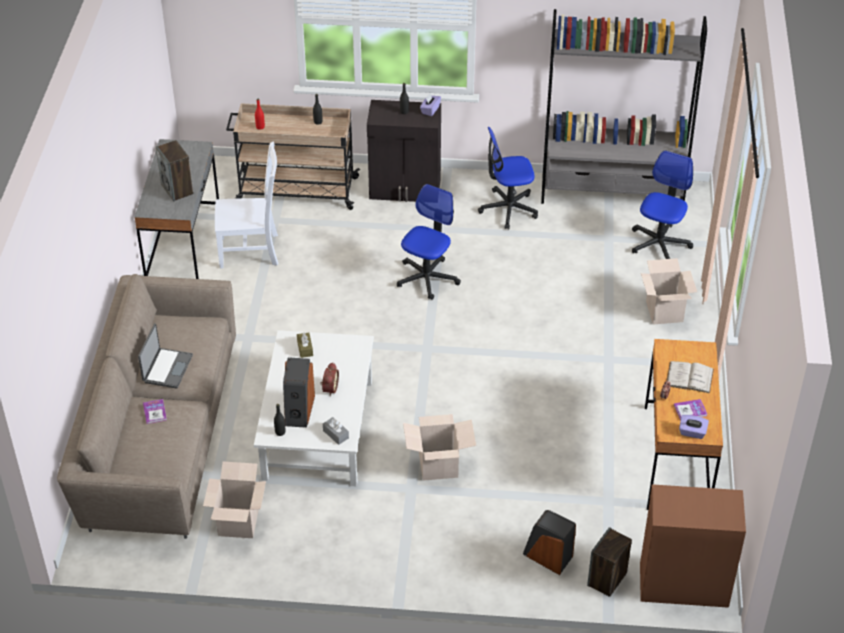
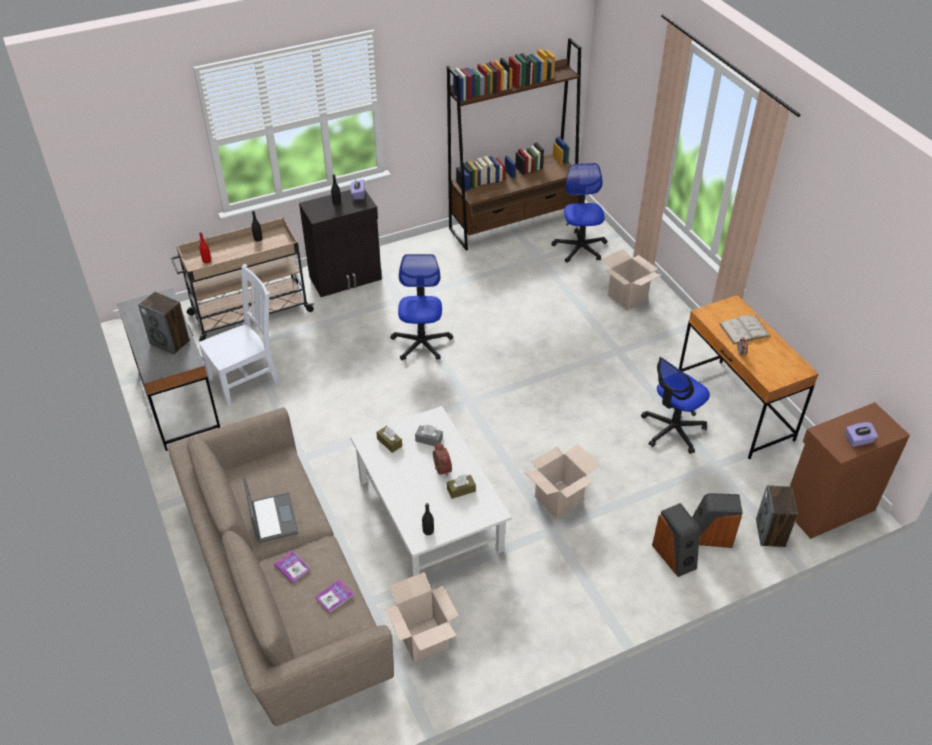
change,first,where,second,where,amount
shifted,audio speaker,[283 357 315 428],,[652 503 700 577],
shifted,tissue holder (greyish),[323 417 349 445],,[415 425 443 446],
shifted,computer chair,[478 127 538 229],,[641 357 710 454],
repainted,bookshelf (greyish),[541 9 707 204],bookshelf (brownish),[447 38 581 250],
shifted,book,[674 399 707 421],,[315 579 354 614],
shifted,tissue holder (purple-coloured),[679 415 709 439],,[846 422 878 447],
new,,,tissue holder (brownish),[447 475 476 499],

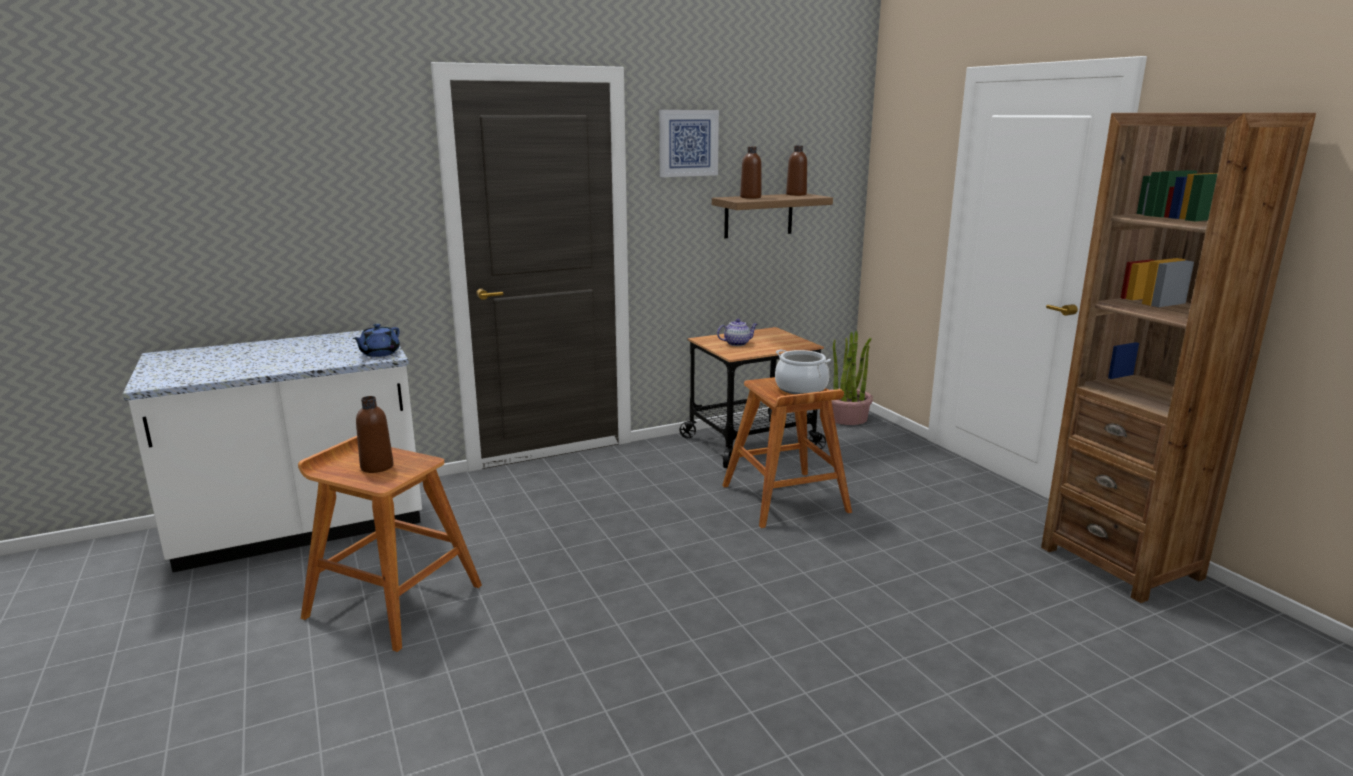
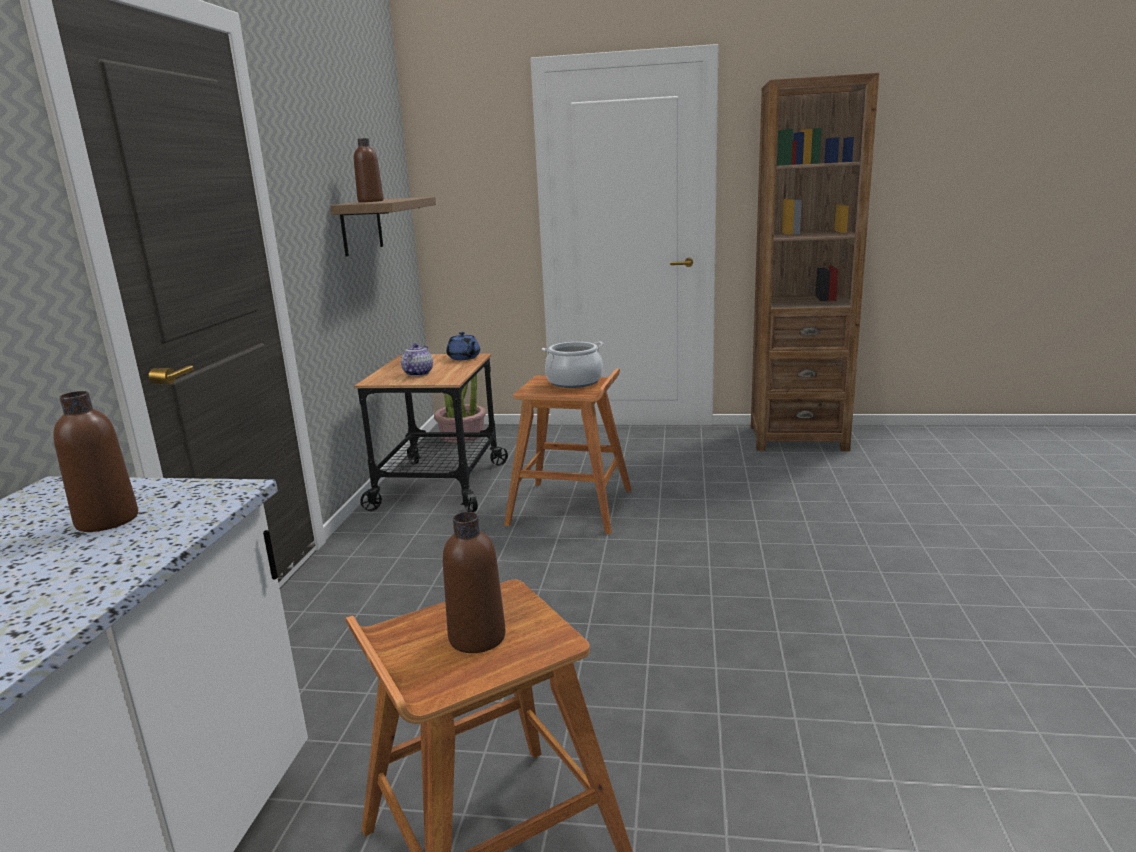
change,first,where,second,where,amount
shifted,teapot (blue-coloured),[353 324 400 357],,[446 332 480 360],
gone,wall picture,[659 110 719 177],,,
shifted,drink bottle (brownish),[786 145 807 196],,[53 391 138 532],

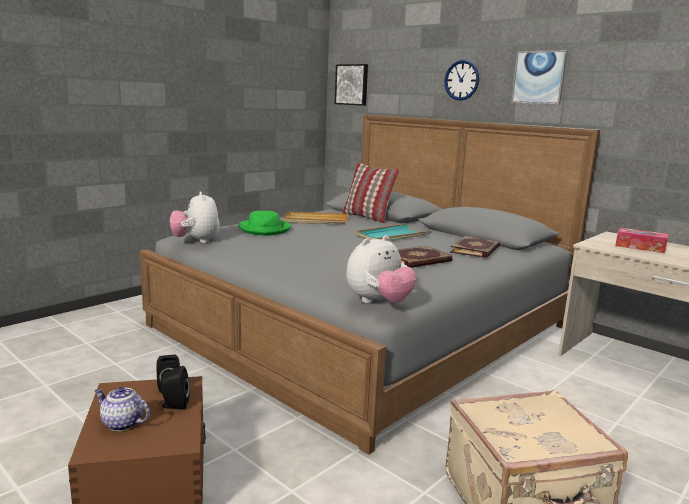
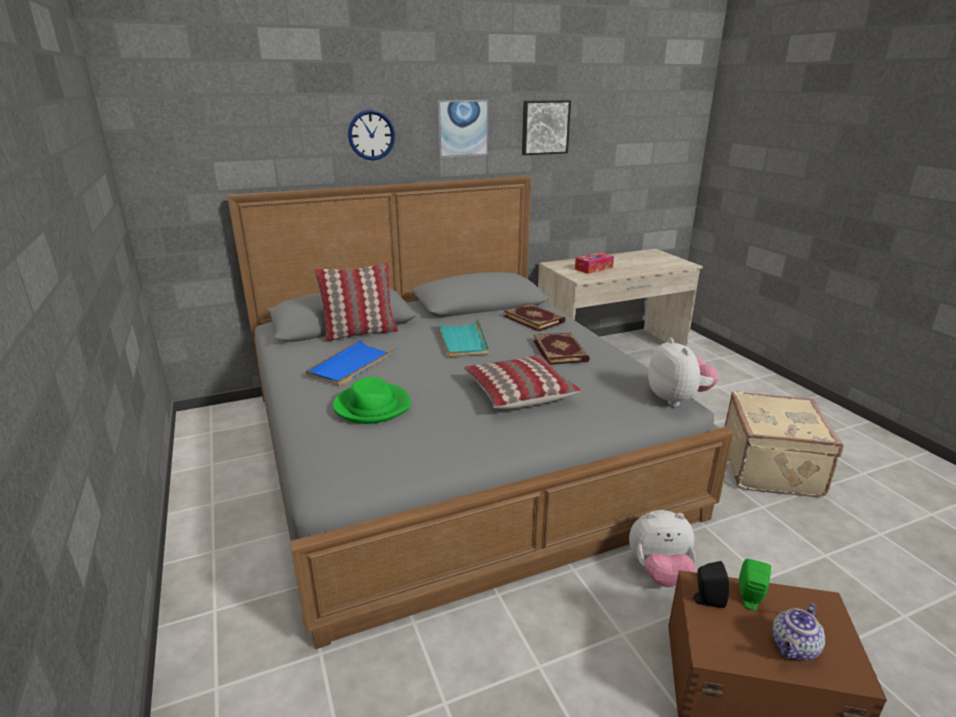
change,first,where,second,where,amount
repainted,audio speaker (black-coloured),[159 366 190 410],audio speaker (green),[739 559 771 611],
shifted,cuddly toy,[170 192 220 243],,[629 510 696 587],
repainted,tray (beige),[282 212 348 225],tray (blue-coloured),[306 338 397 386],
shifted,wall picture,[335 64 368 106],,[522 100 571 155],
new,,,pillow,[464 355 581 409],

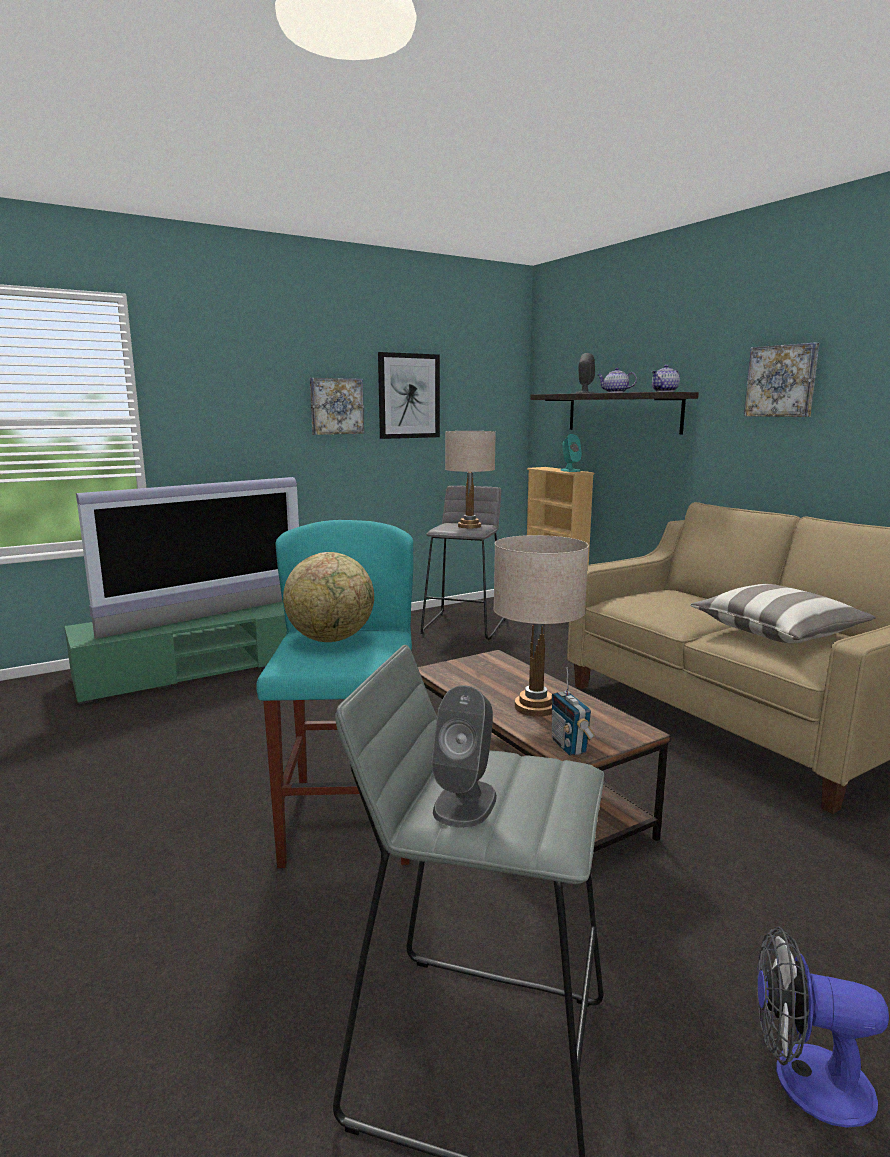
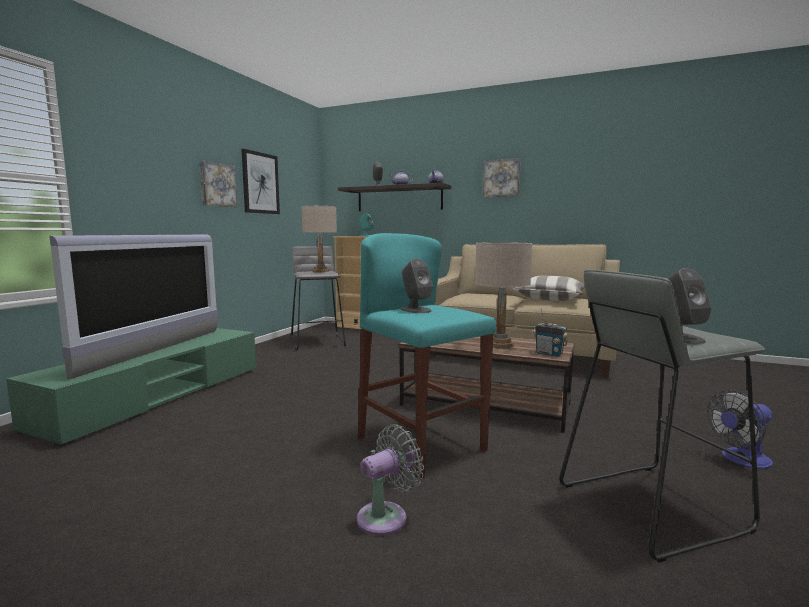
change,first,where,second,where,amount
swapped,desk globe,[283 552 374 642],audio speaker (greyish),[401 258 433 313],
new,,,cooling fan (greyish),[357 424 424 536],

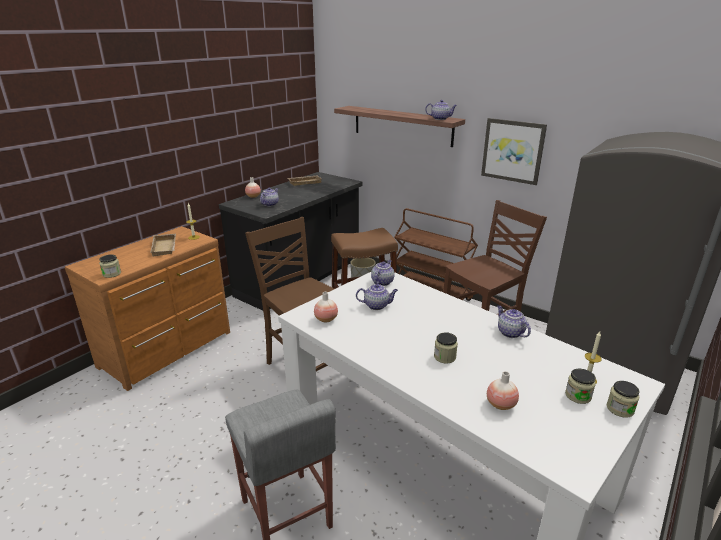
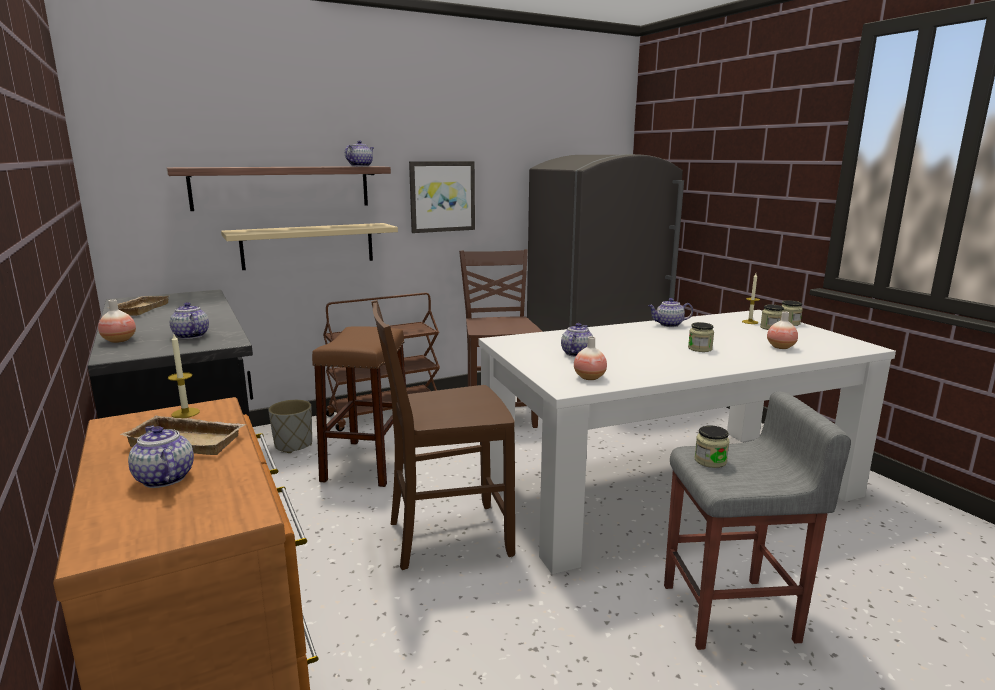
change,first,where,second,where,amount
shifted,jar,[99 255 121 278],,[695 425 730 468],
shifted,teapot,[371 260 395 286],,[128 425 194 488],
new,,,shelf (beige),[221 223 398 270],

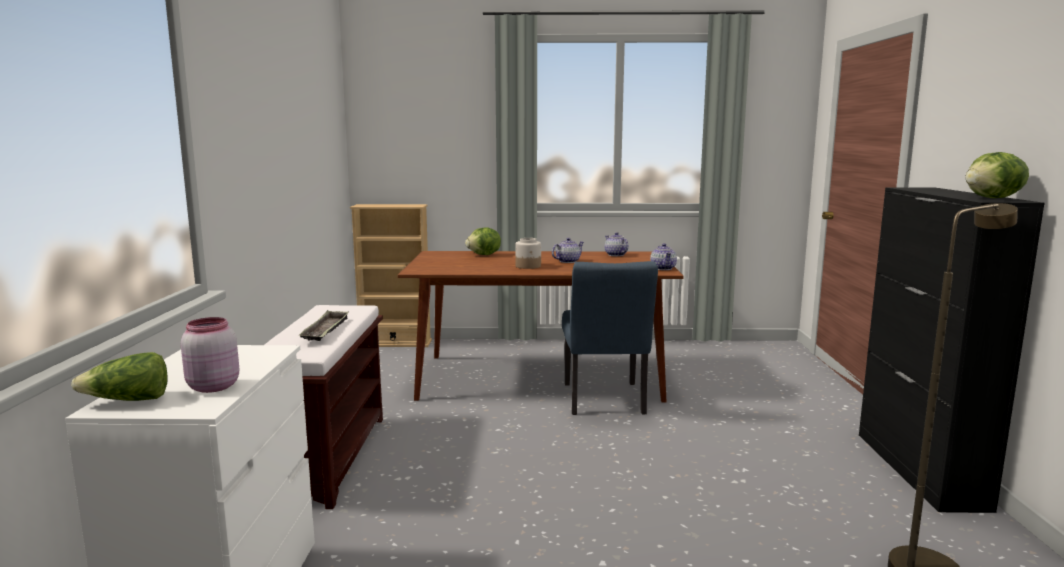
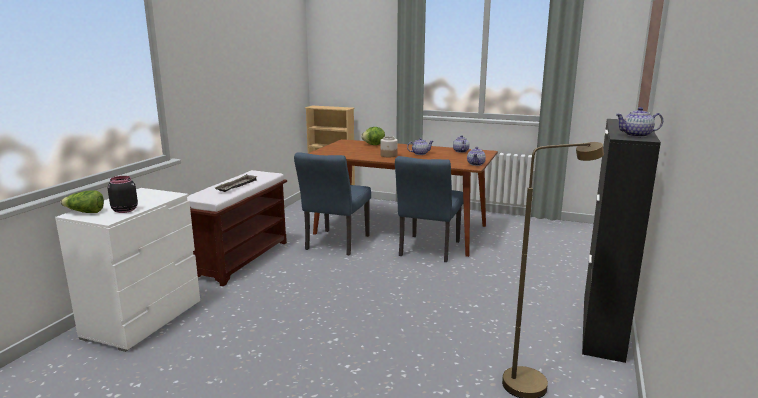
change,first,where,second,where,amount
repainted,jar (pink-coloured),[181 317 239 393],jar (black-coloured),[108 176 138 213],
swapped,lettuce,[966 152 1029 198],teapot,[615 107 663 137],
new,,,upright chair (blue-coloured),[294 152 371 255],

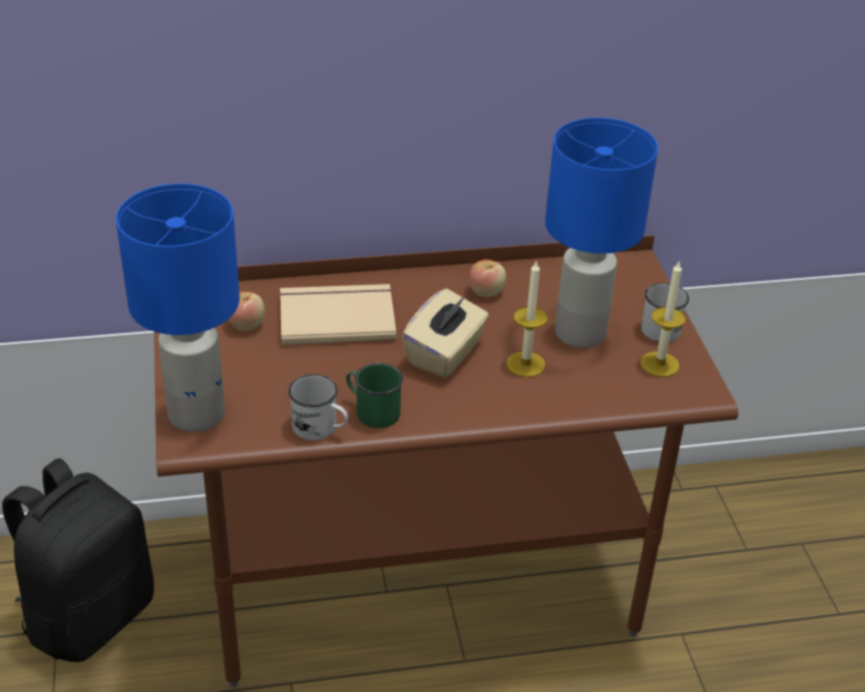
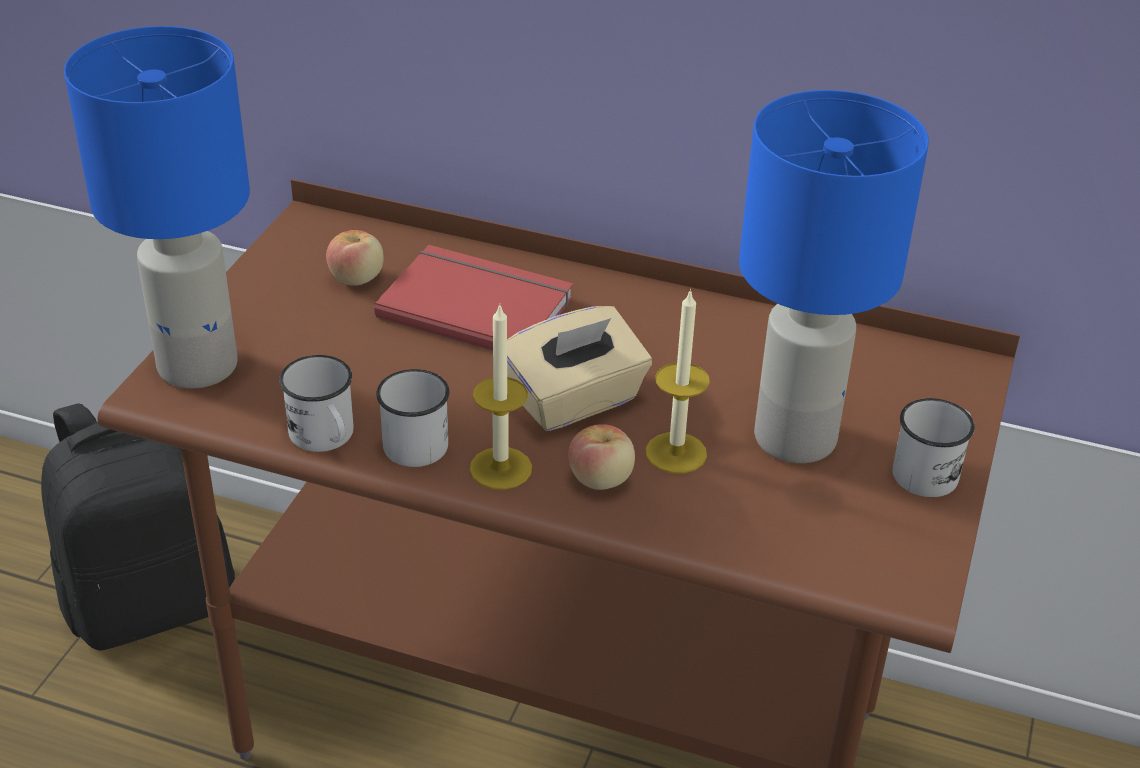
change,first,where,second,where,amount
repainted,book (beige),[280 284 396 345],book (red-coloured),[374 245 573 351],
repainted,coffee mug (green),[346 363 403 428],coffee mug (white-coloured),[376 369 450 467],
shifted,apple,[469 260 506 297],,[568 424 635 490],
shifted,wax light,[640 260 686 377],,[470 304 532 490],

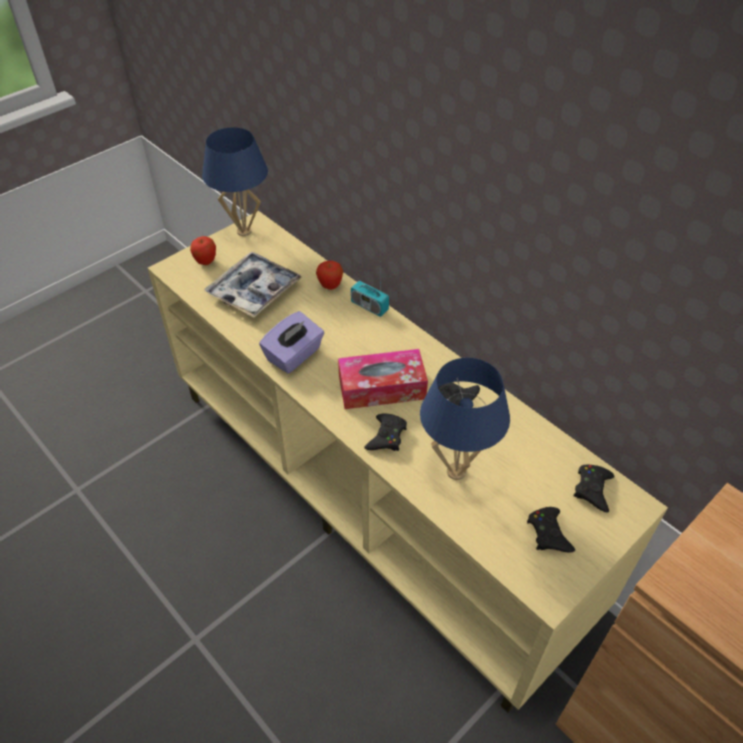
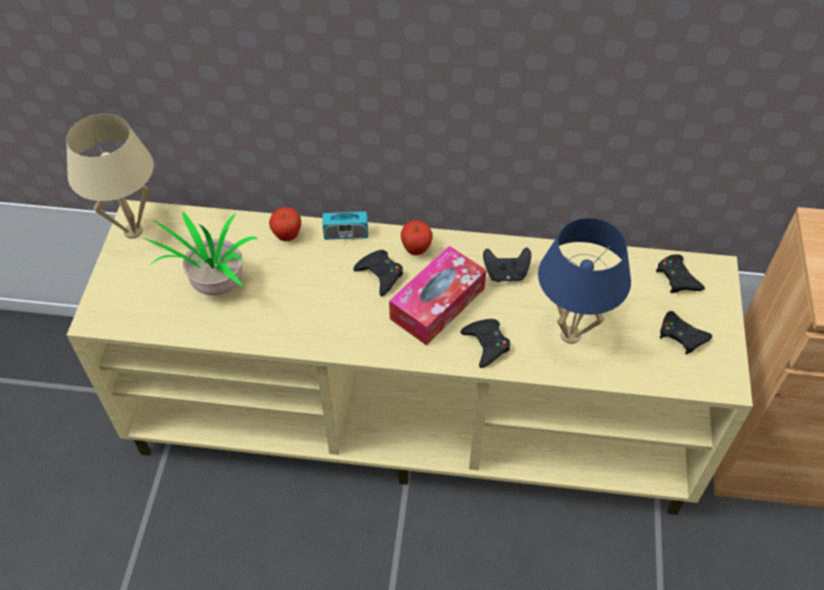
change,first,where,second,where,amount
shifted,apple,[190 236 216 265],,[401 220 433 255],
repainted,lamp for a table (blue-coloured),[202 127 268 236],lamp for a table (beige),[66 114 154 239],
swapped,tray,[204 252 302 317],plant in a pot,[141 212 259 295],
gone,tissue holder (purple-coloured),[259 311 324 373],,,
new,,,joypad (black-coloured),[353 250 403 296],

